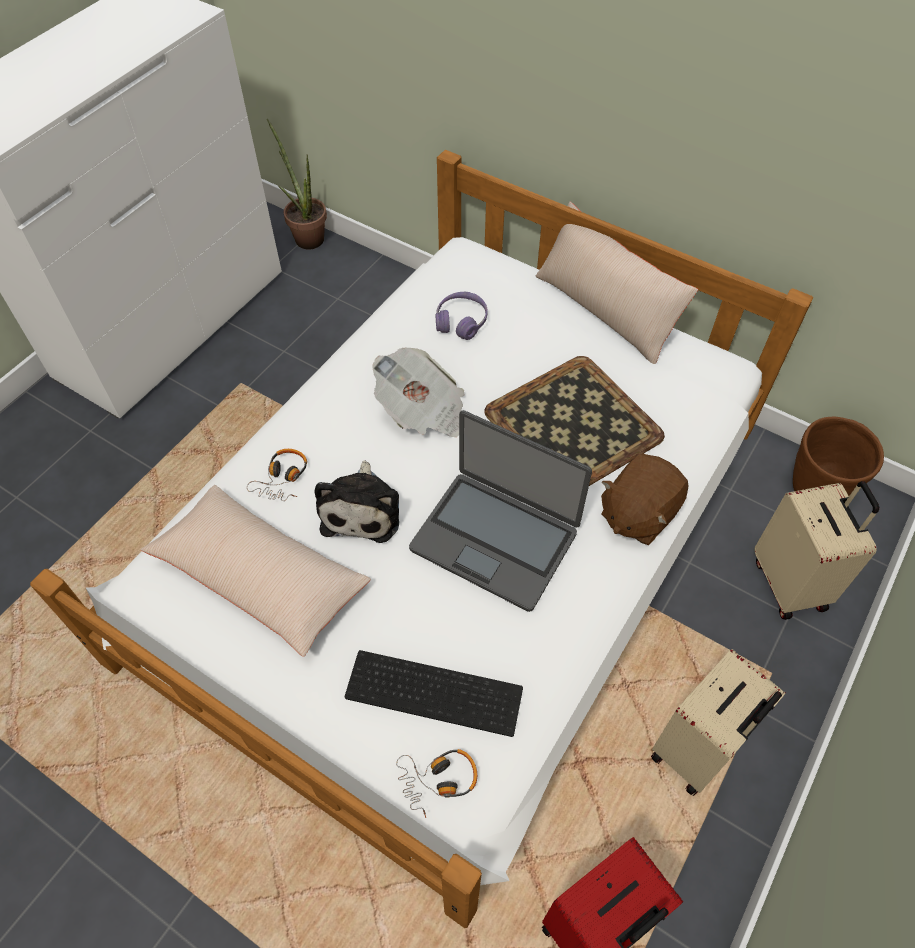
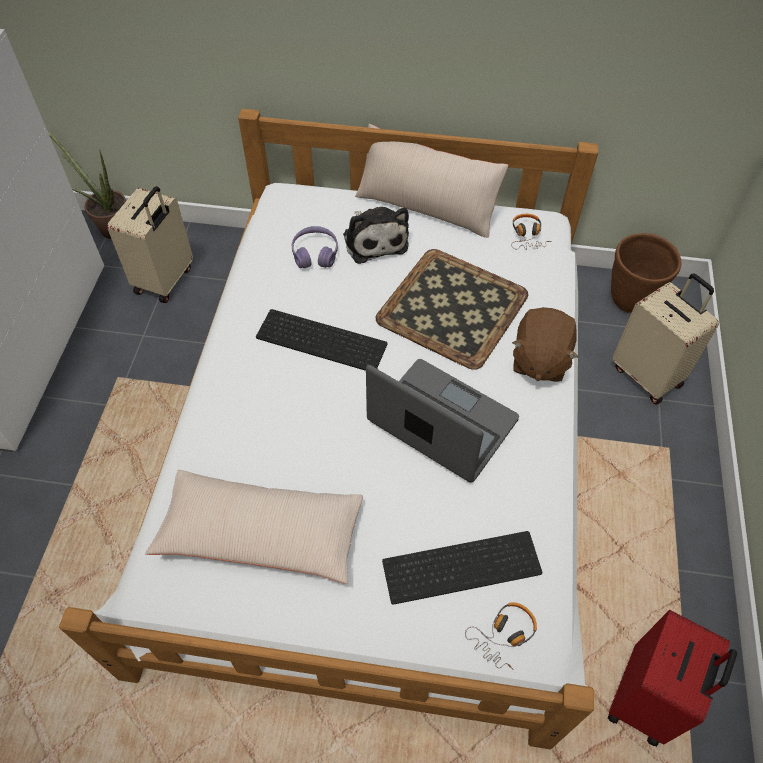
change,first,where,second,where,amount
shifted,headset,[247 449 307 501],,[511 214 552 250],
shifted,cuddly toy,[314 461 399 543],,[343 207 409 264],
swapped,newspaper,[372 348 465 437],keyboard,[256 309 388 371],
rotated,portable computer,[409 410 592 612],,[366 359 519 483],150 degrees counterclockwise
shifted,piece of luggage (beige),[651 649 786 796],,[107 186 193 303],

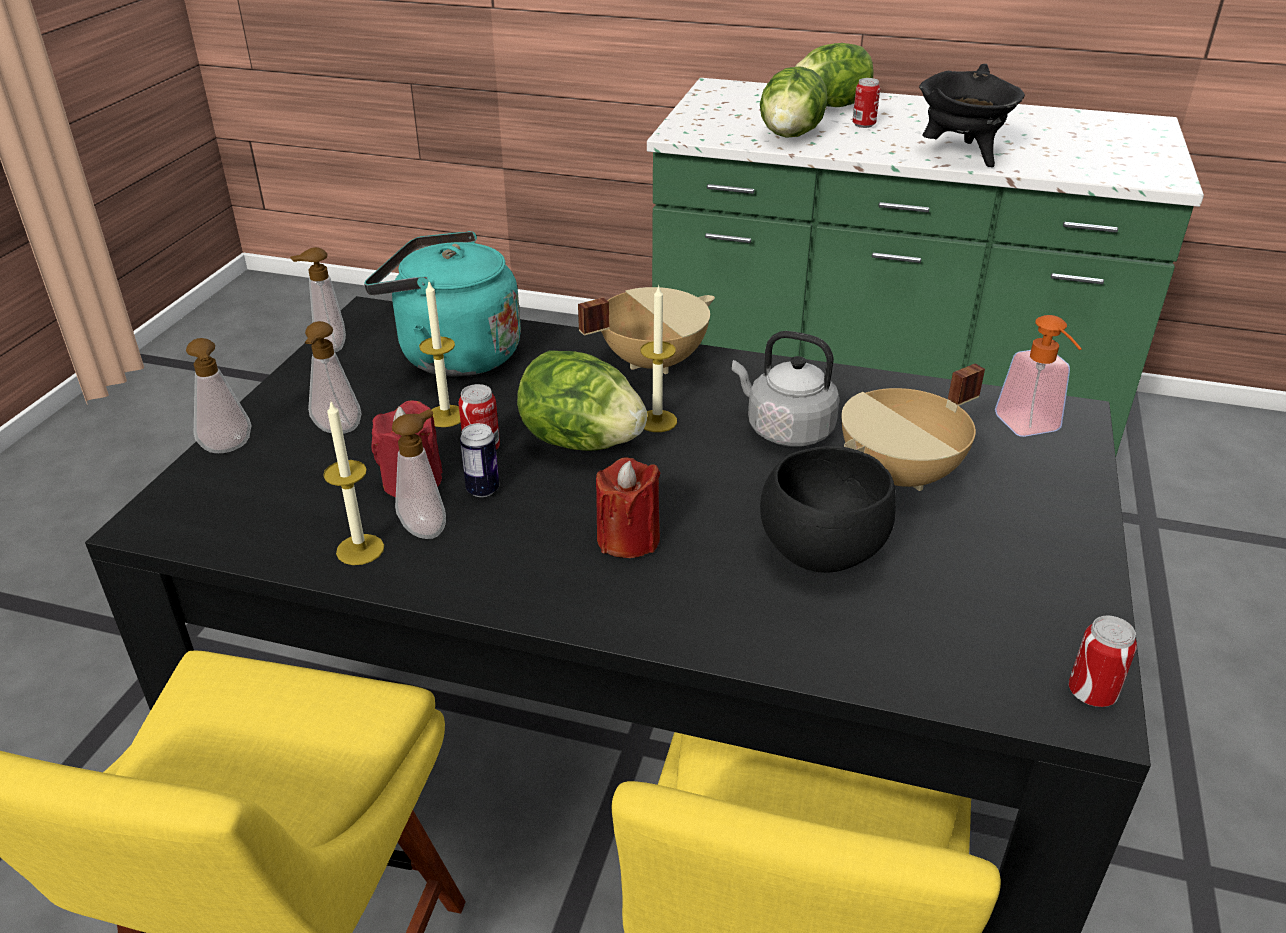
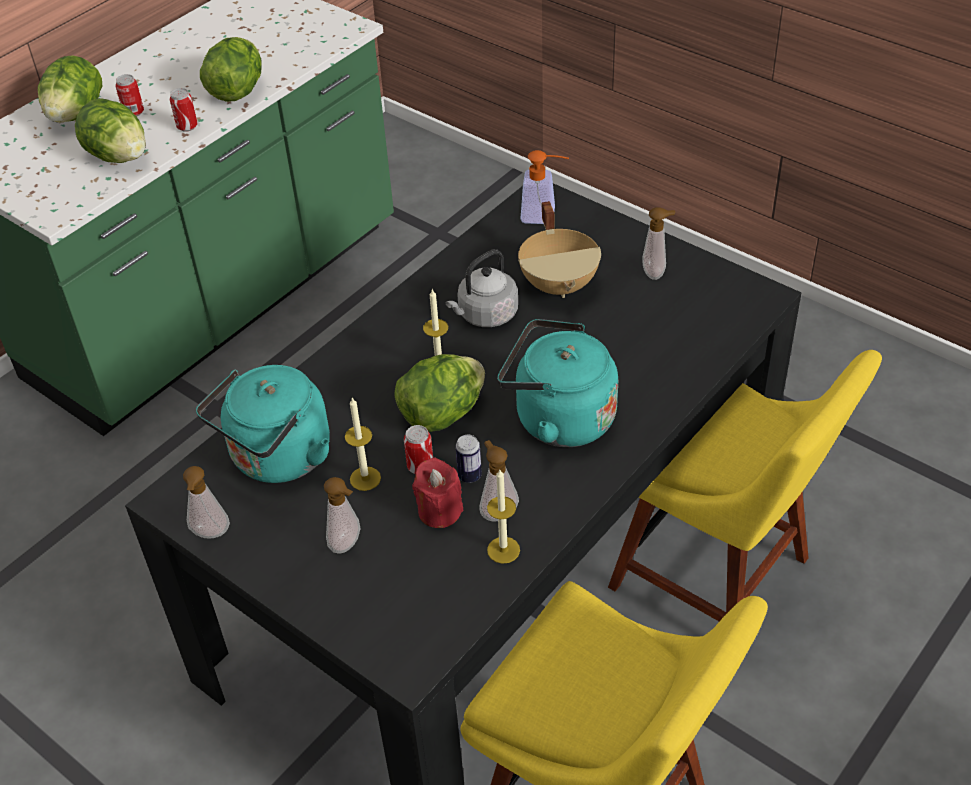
change,first,where,second,where,amount
shifted,soap bottle,[186 338 252 453],,[642 207 676 280],
gone,saucepot (beige),[578 287 715 374],,,
swapped,wax light (red-coloured),[596 457 661 558],water kettle (blue-green),[497 319 618 447],
gone,bowl (black-coloured),[760 446 896 573],,,
swapped,saucepot (black-coloured),[919 64 1025 167],lettuce,[200 37 262 102],
shifted,sealed can,[1069 615 1137 707],,[170 88 198 132],

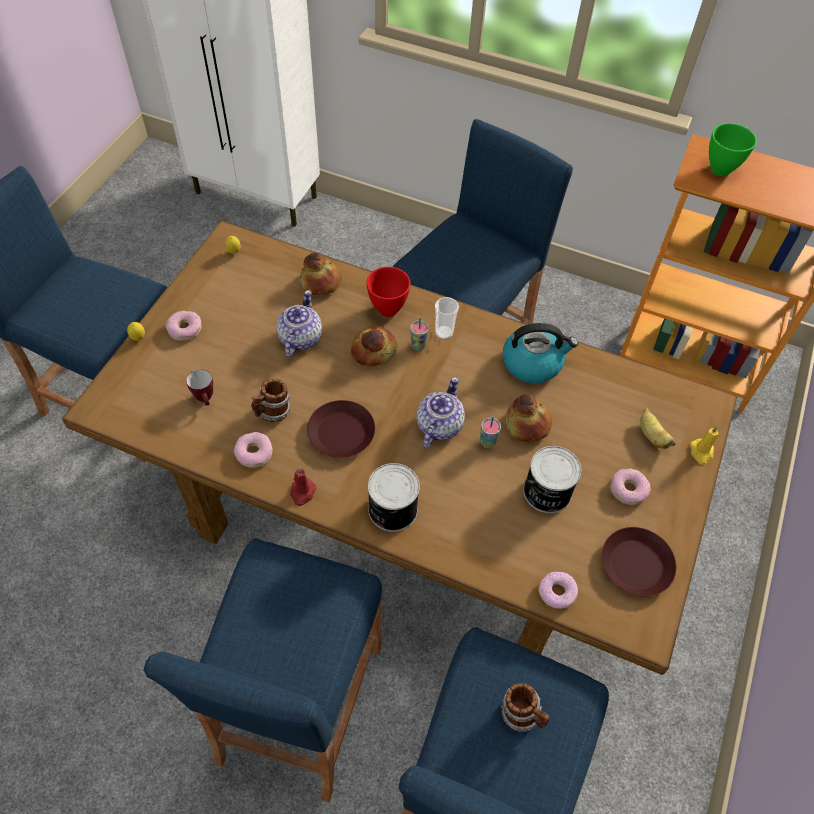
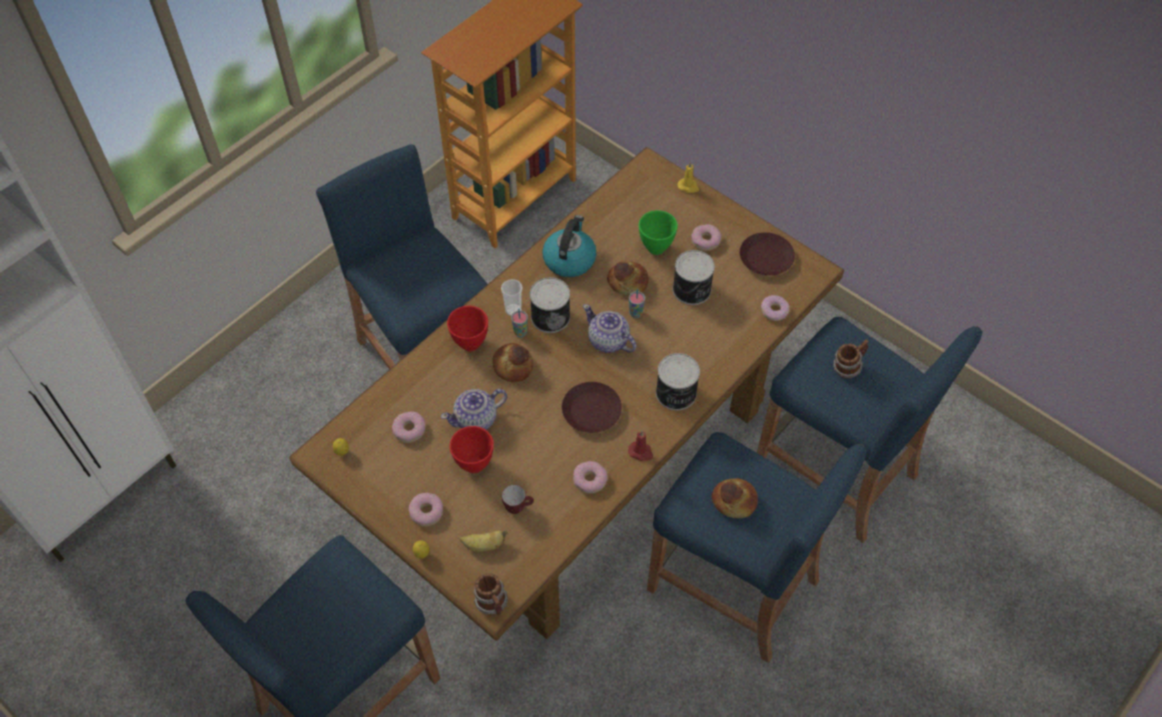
change,first,where,second,where,amount
shifted,coffee mug,[251 379 291 422],,[473 573 508 615],
rotated,teapot,[276 290 322 357],,[441 389 507 430],60 degrees counterclockwise
shifted,baked bread,[300 252 341 296],,[712 478 758 518],
shifted,banana,[640 408 676 449],,[459 530 507 552],
shifted,bowl (green),[709 123 757 176],,[639 210 678 255],
new,,,ring doughnut,[392 412 425 443],
new,,,bowl (red-coloured),[450 426 494 473],
new,,,sealed can,[530 277 570 333],

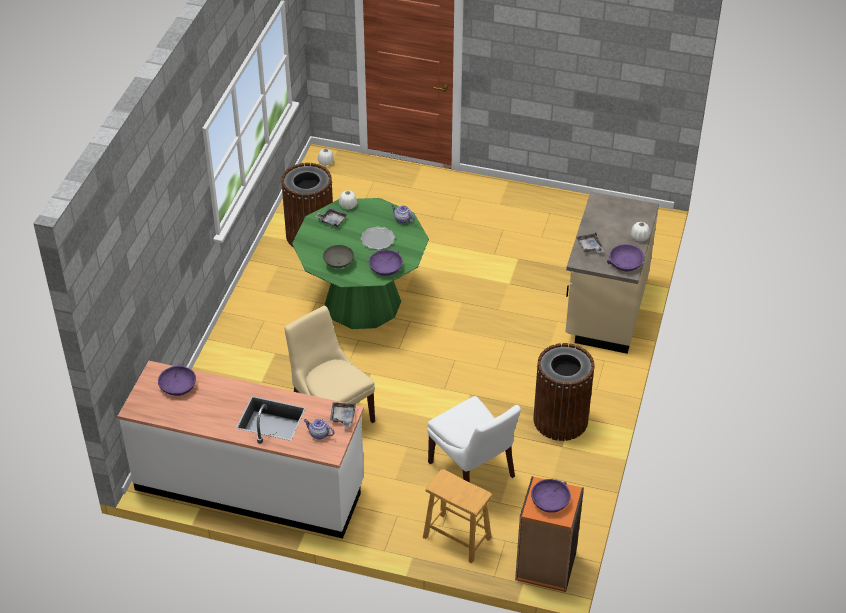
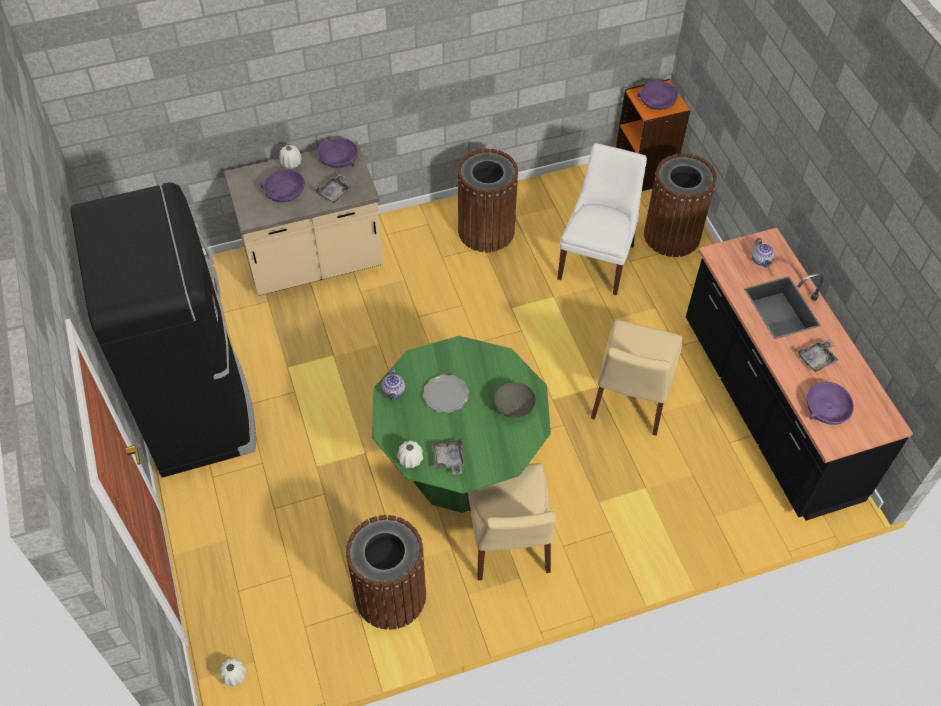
change,first,where,second,where,amount
repainted,kitchen counter (white-coloured),[118 361 364 539],kitchen counter (black-coloured),[686 228 913 521],
shifted,tray (greyish),[330 402 356 427],,[798 339 839 372],
shifted,bowl (purple-coloured),[369 250 403 276],,[260 169 305 202],
swapped,stool (brownish),[423 469 492 563],waste bin (brownish),[644 153 717 257],
new,,,kitchen fridge (black-coloured),[71 182 256 477],
new,,,upright chair (beige),[468 463 556 580],

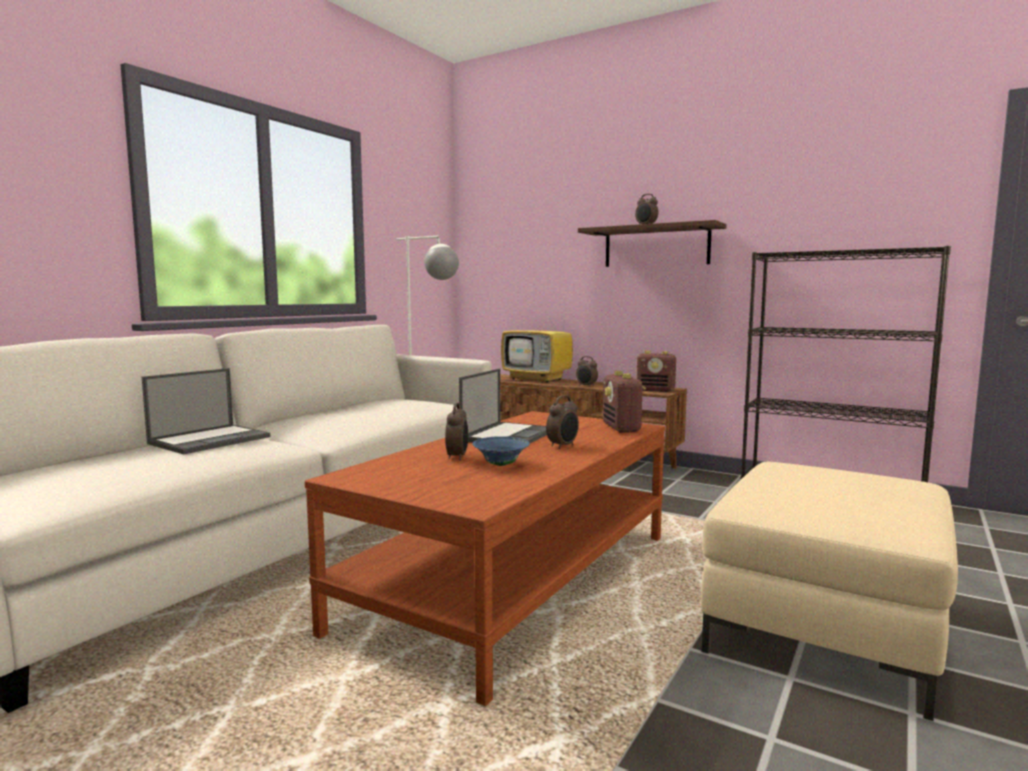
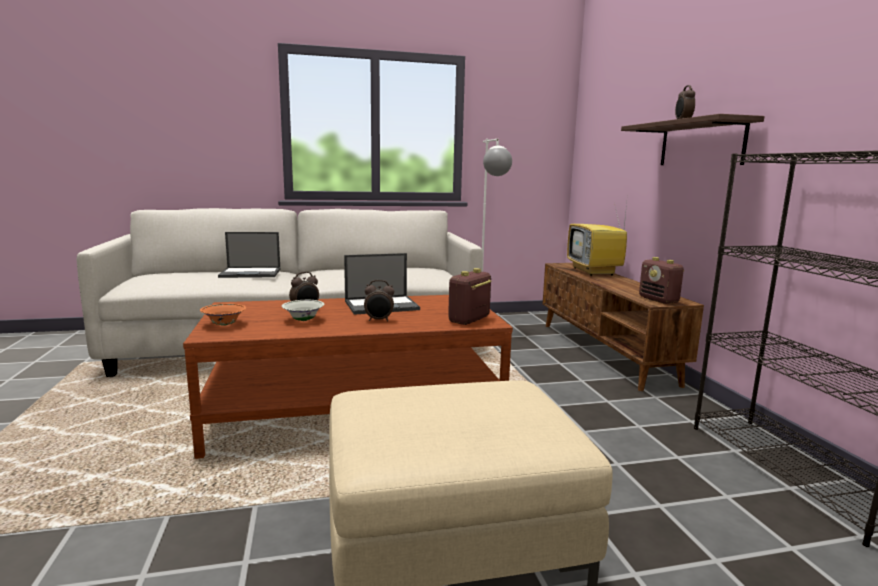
change,first,where,second,where,amount
repainted,bowl (blue-coloured),[472 436 530 466],bowl (white-coloured),[282 300 324 321],
gone,bedside clock,[576 356 598 387],,,
new,,,bowl (orangey),[200 303 246 326],

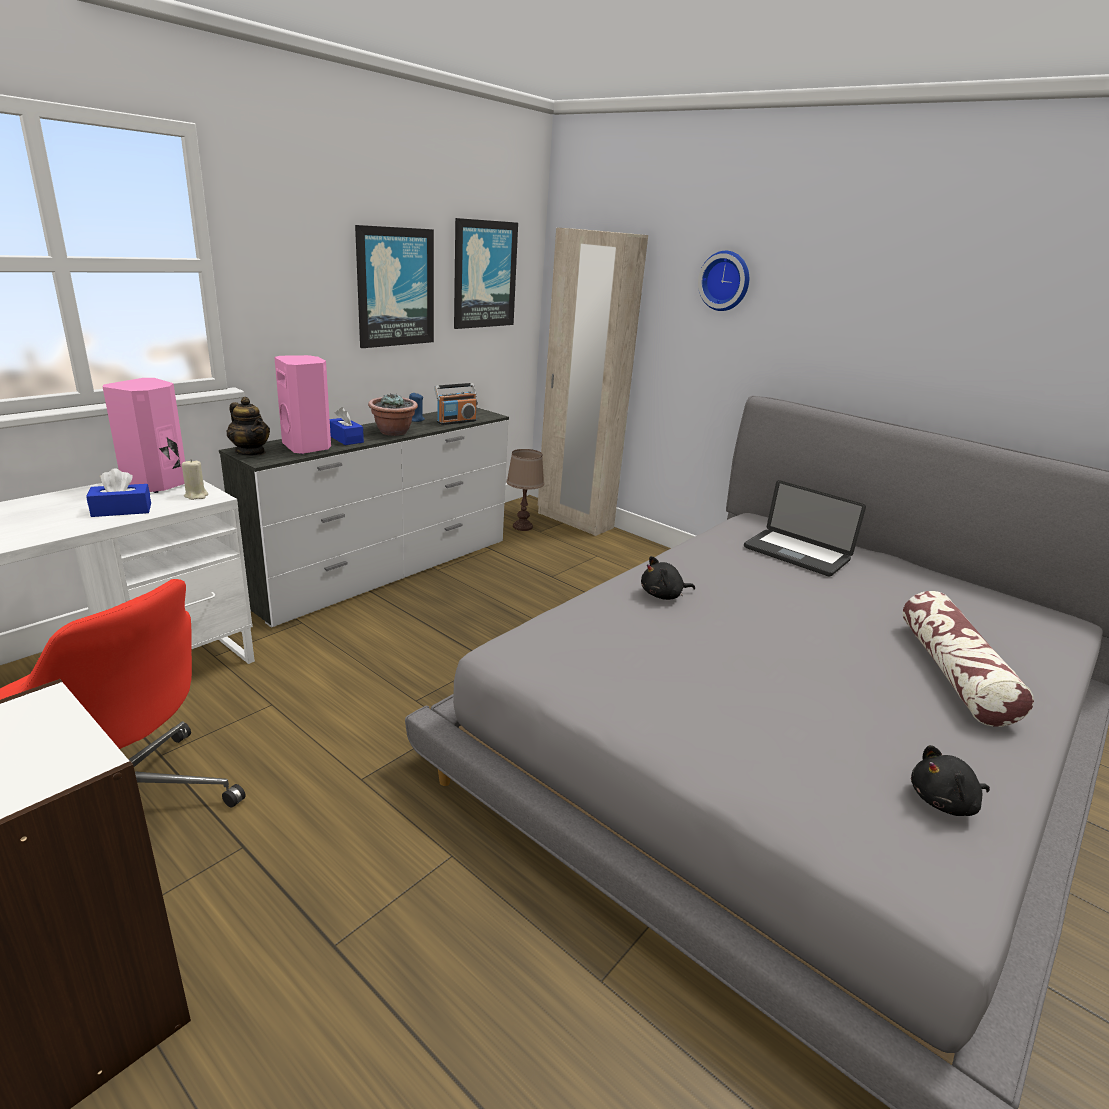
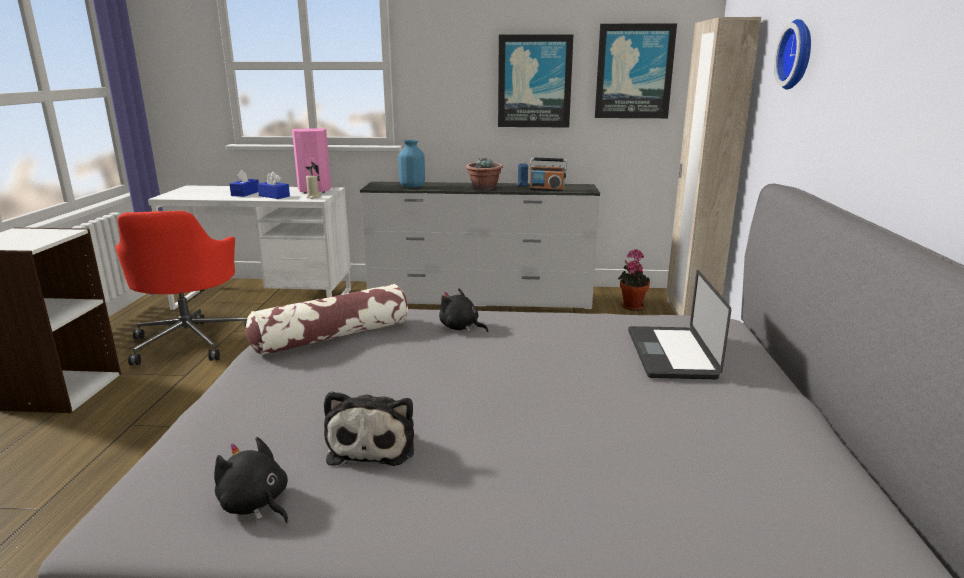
change,first,where,second,where,amount
gone,teapot,[227 397 270 456],,,
swapped,audio speaker (pink-coloured),[274 355 331 454],decorative vase (blue-coloured),[398 140 425 188],
shifted,tissue holder (blue-coloured),[330 407 364 445],,[229 170 259 197],
swapped,lamp for a table (brownish),[507 449 544 531],plant in a pot,[618 249 650 310],
shifted,pillow,[903 591 1034 727],,[246 284 408 355],
new,,,cuddly toy,[324 391 414 466],

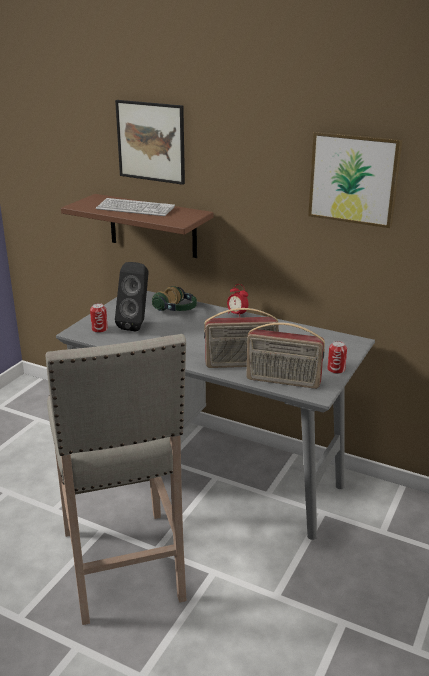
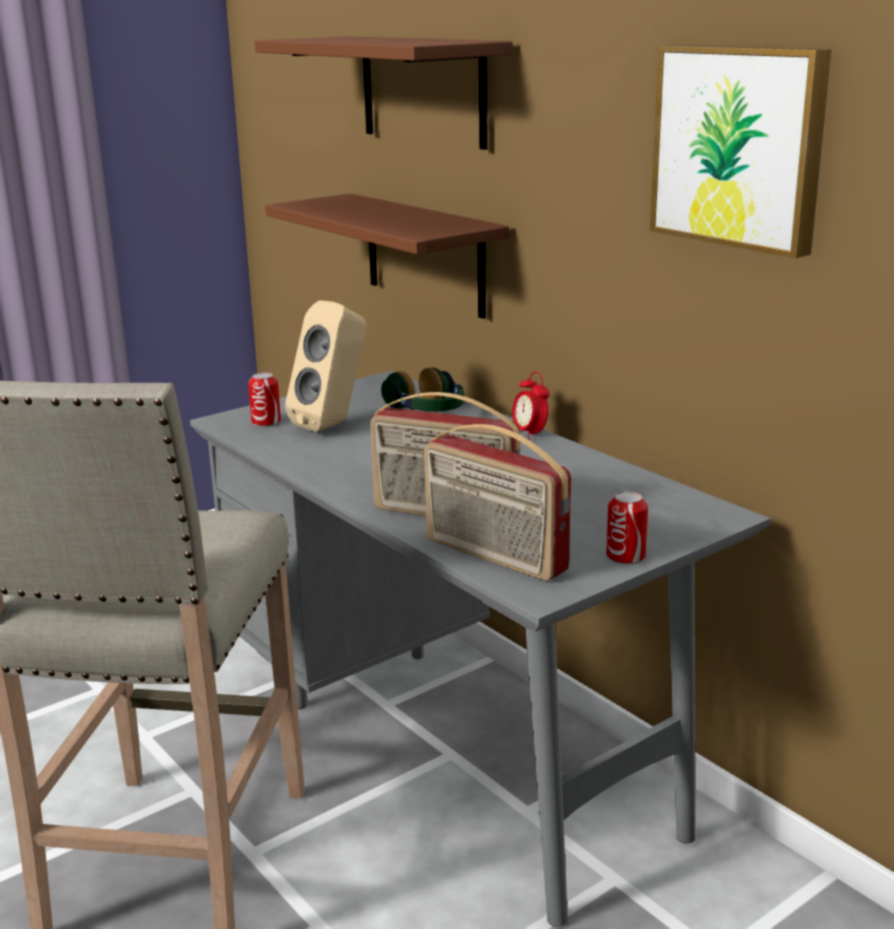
change,first,where,second,where,amount
gone,keyboard,[96 198 175 216],,,
swapped,wall picture,[115 100 185 185],shelf (brownish),[254 36 513 150],
repainted,audio speaker (black-coloured),[115 262 148 332],audio speaker (beige),[285 300 366 432],

